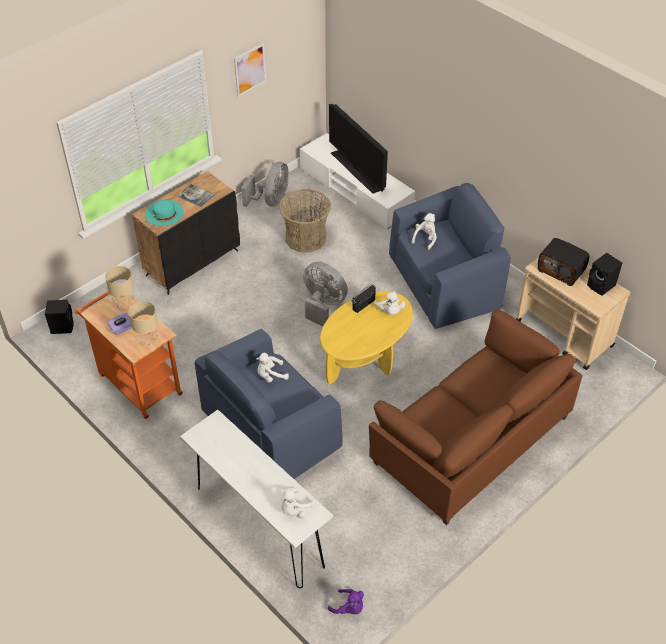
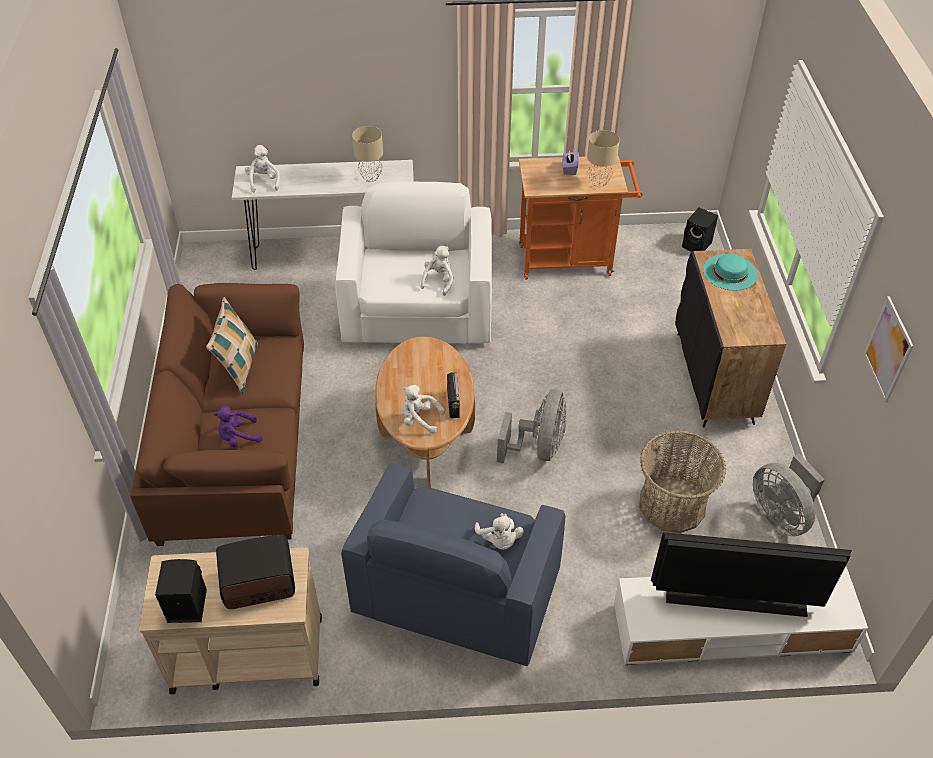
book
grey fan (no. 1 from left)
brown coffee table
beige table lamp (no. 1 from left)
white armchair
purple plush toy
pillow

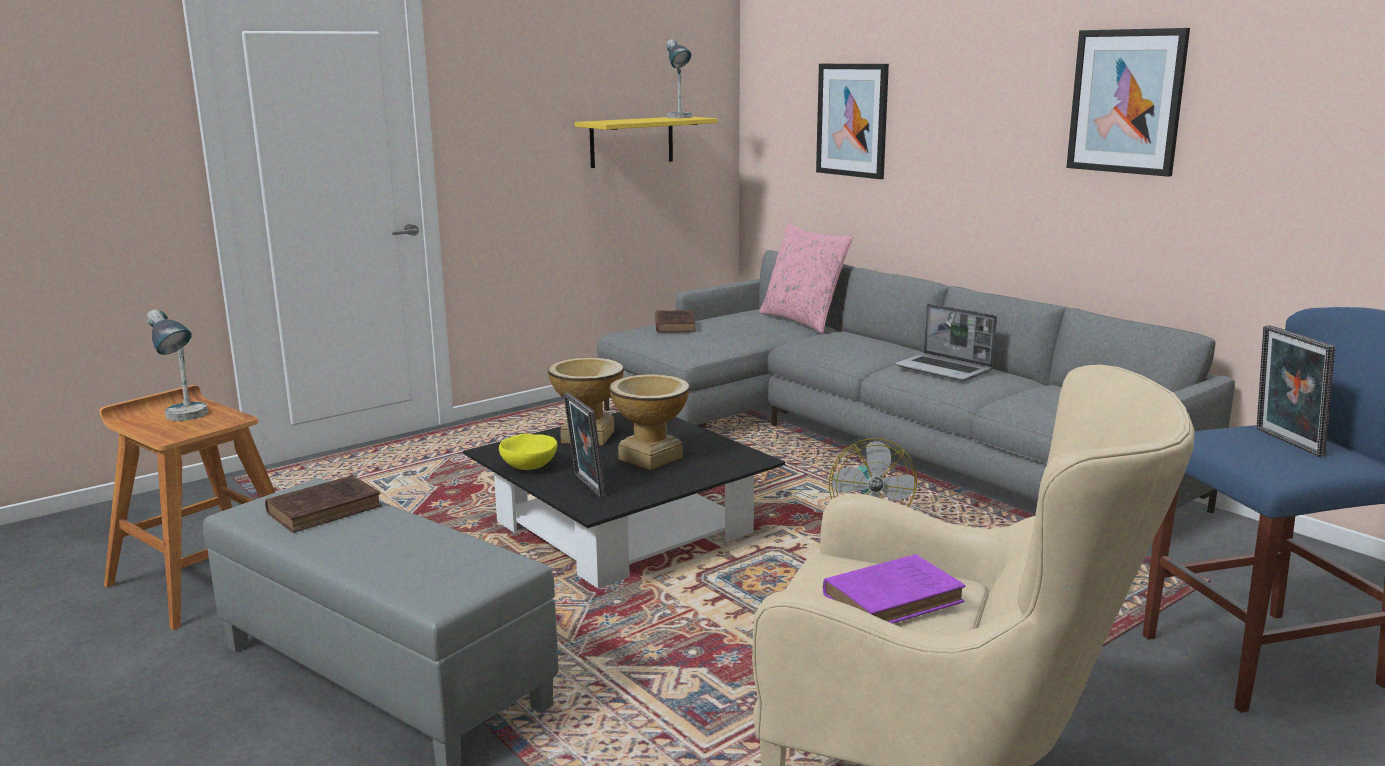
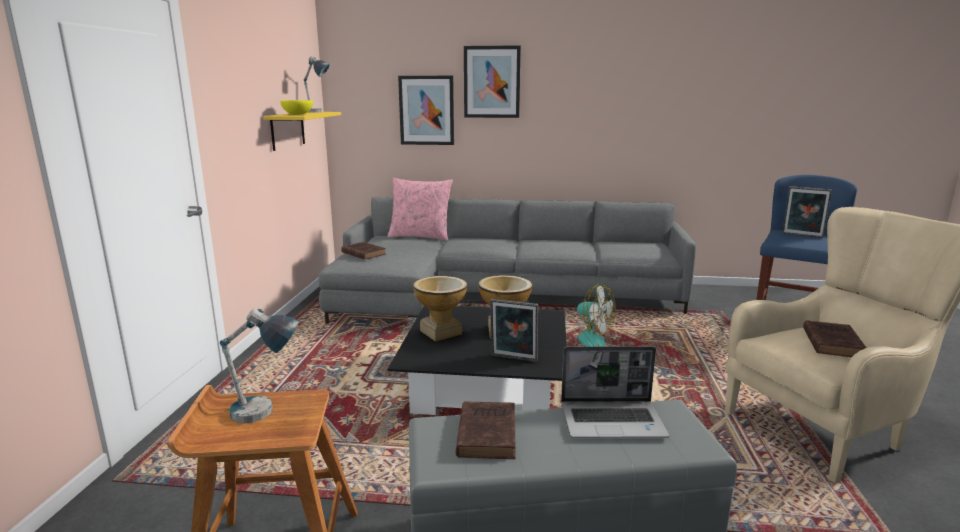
picture (no. 2 from left)
laptop
yellow bowl
brown book (no. 3 from left)

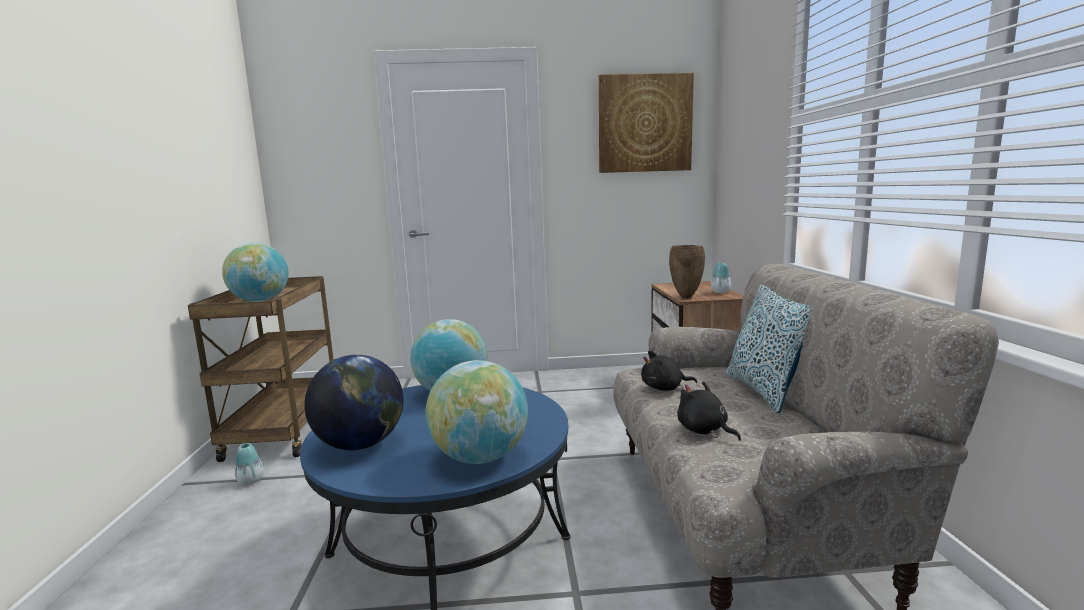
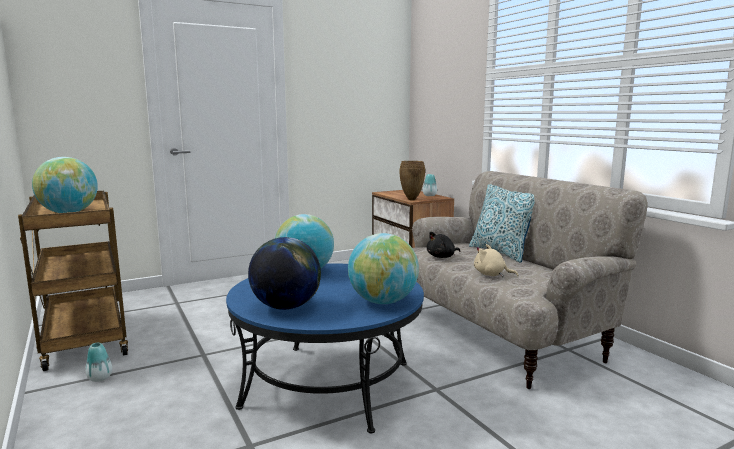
picture
beige plush toy

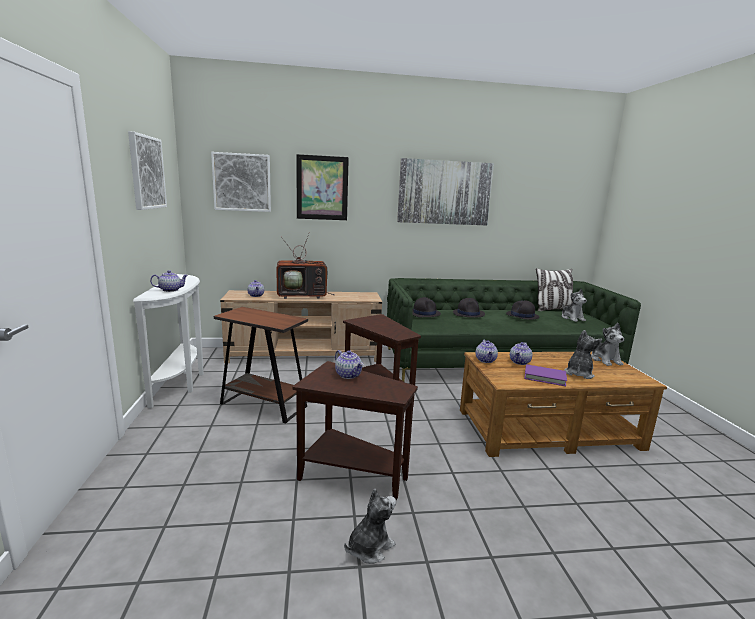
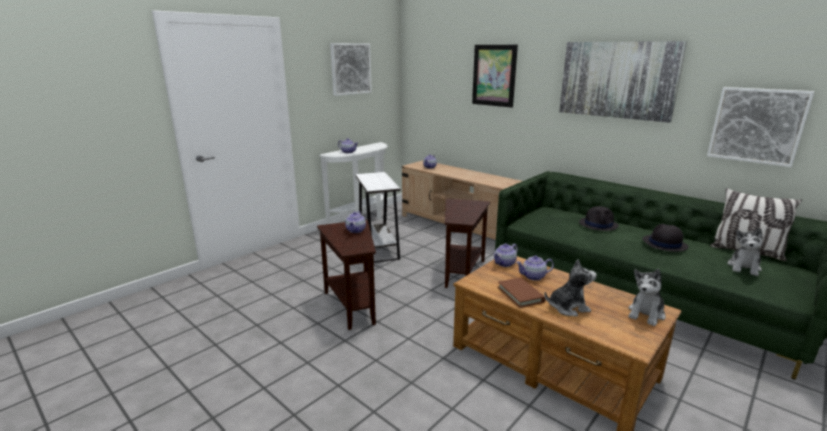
picture (no. 4 from left)
television
black hat (no. 1 from left in the first image)
white side table
brown book
plush toy (no. 1 from left in the first image)

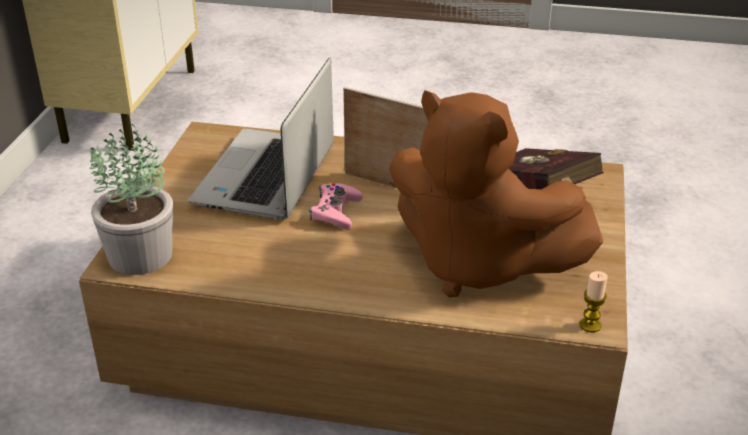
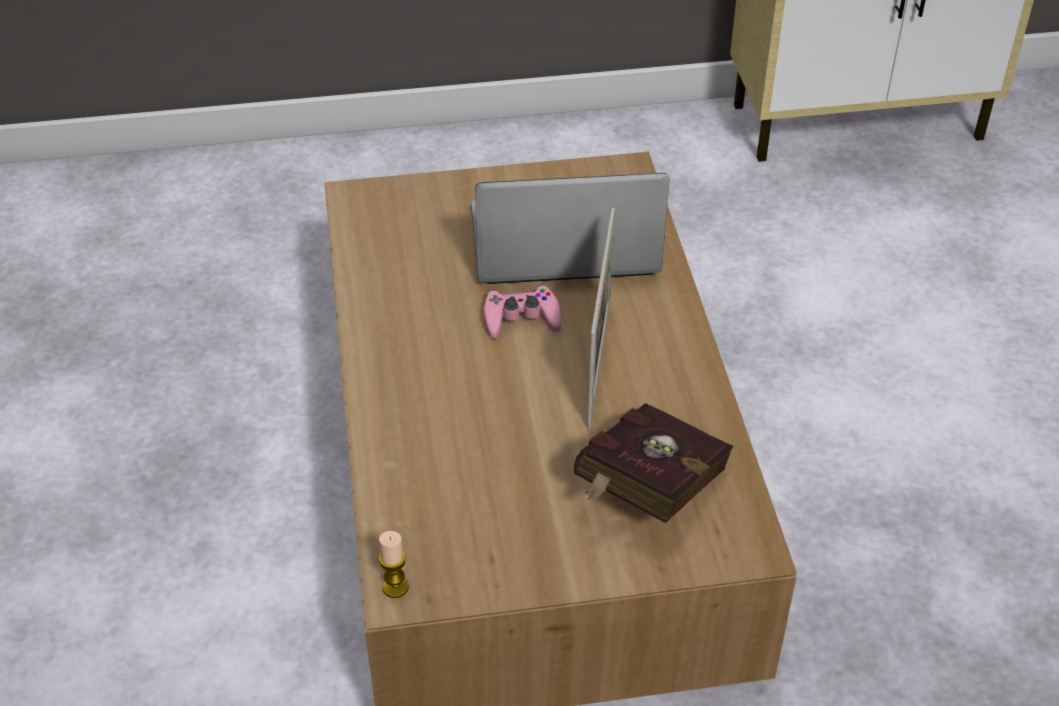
brown plush toy
potted plant

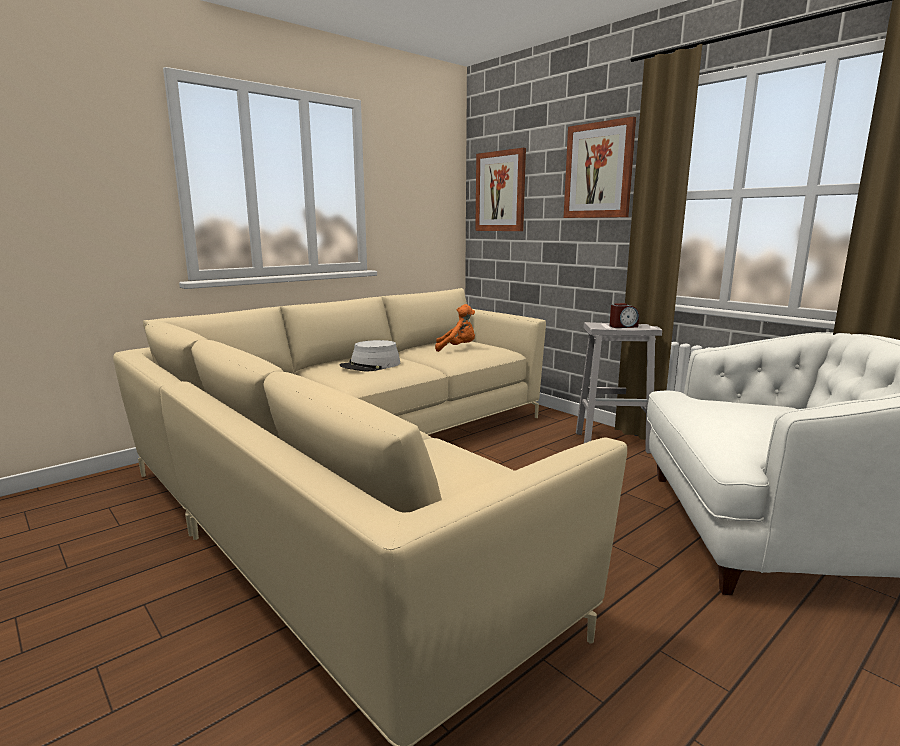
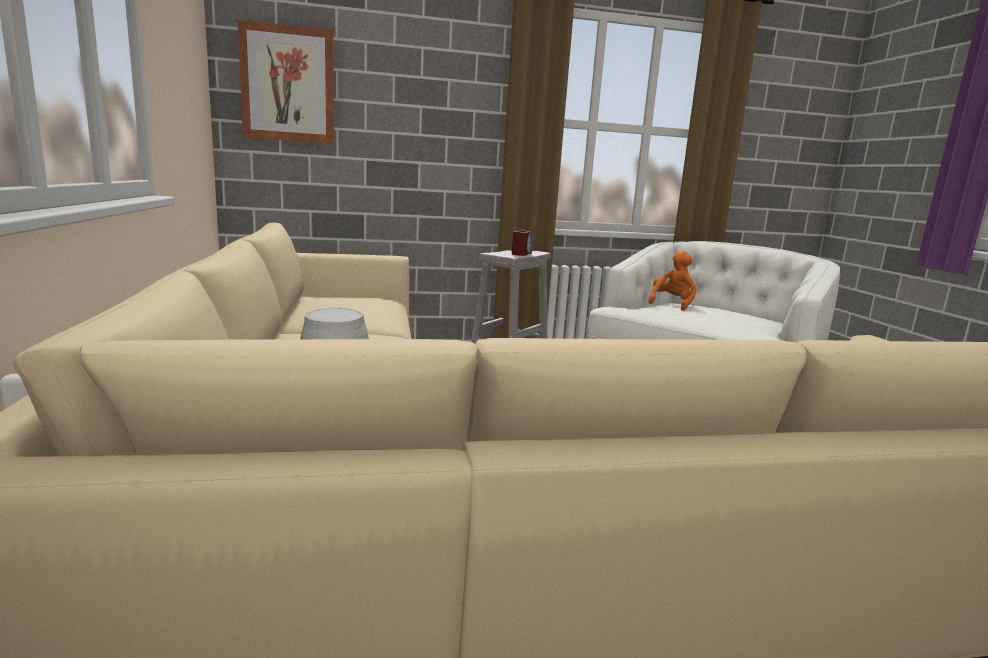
picture (no. 2 from left in the first image)
orange plush toy

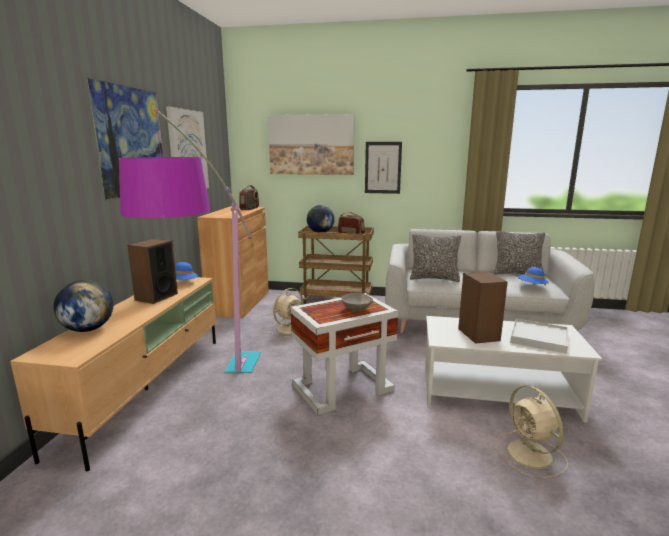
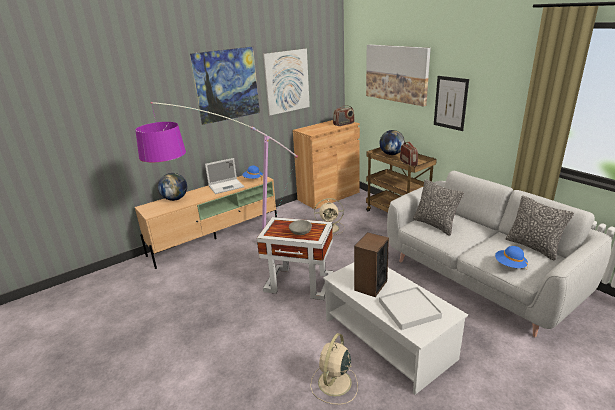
laptop

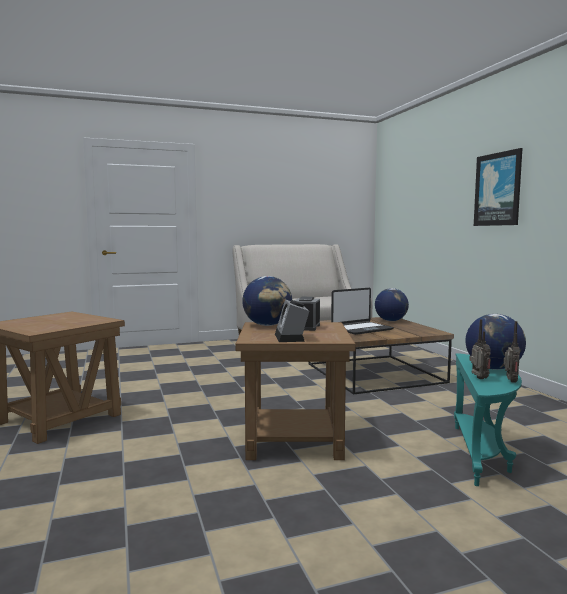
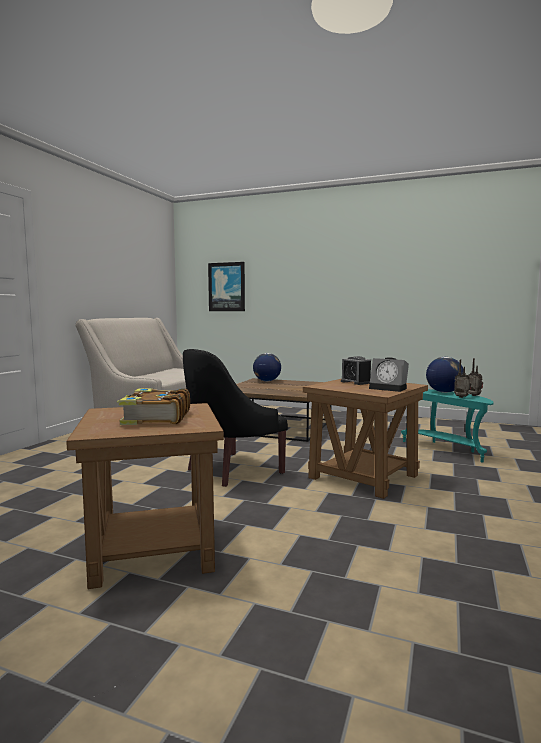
picture
globe (no. 1 from left in the first image)
laptop
black armchair
book

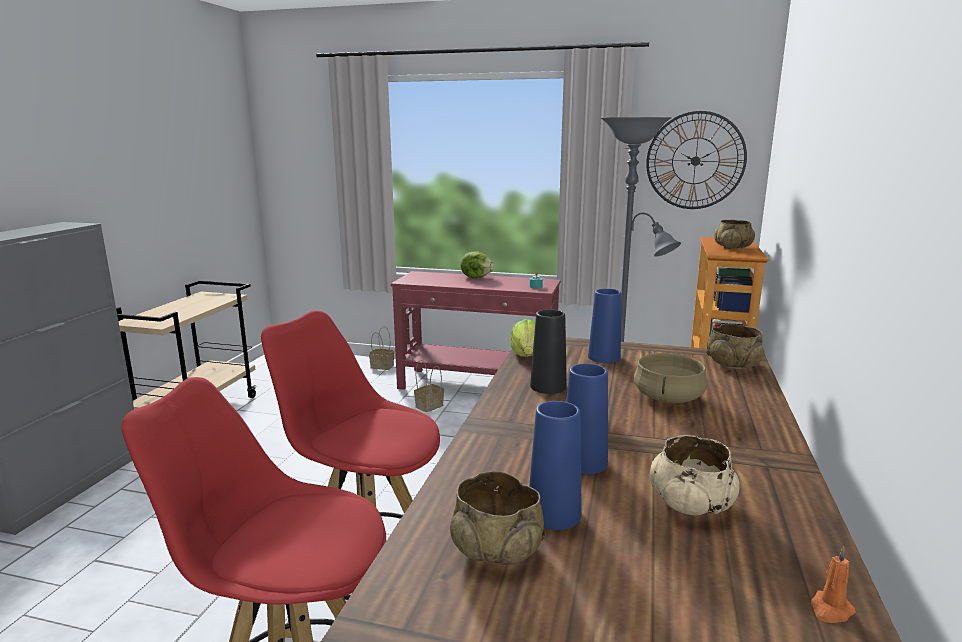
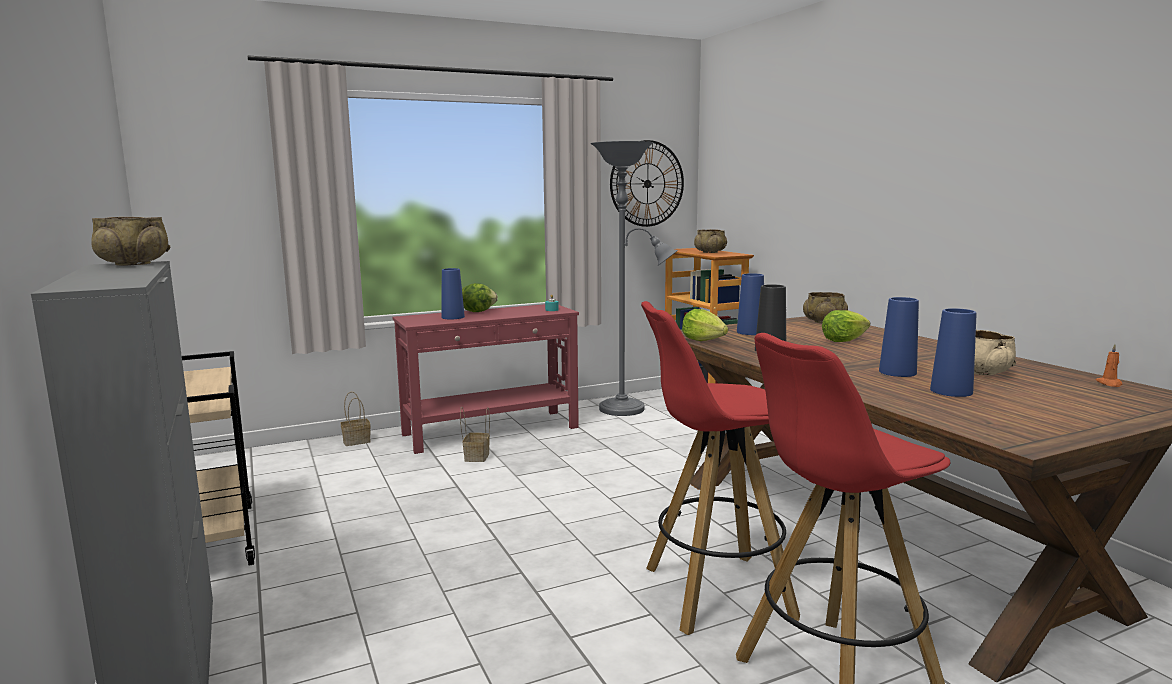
lettuce (no. 3 from left)
beige bowl (no. 1 from left)
blue vase (no. 1 from left)

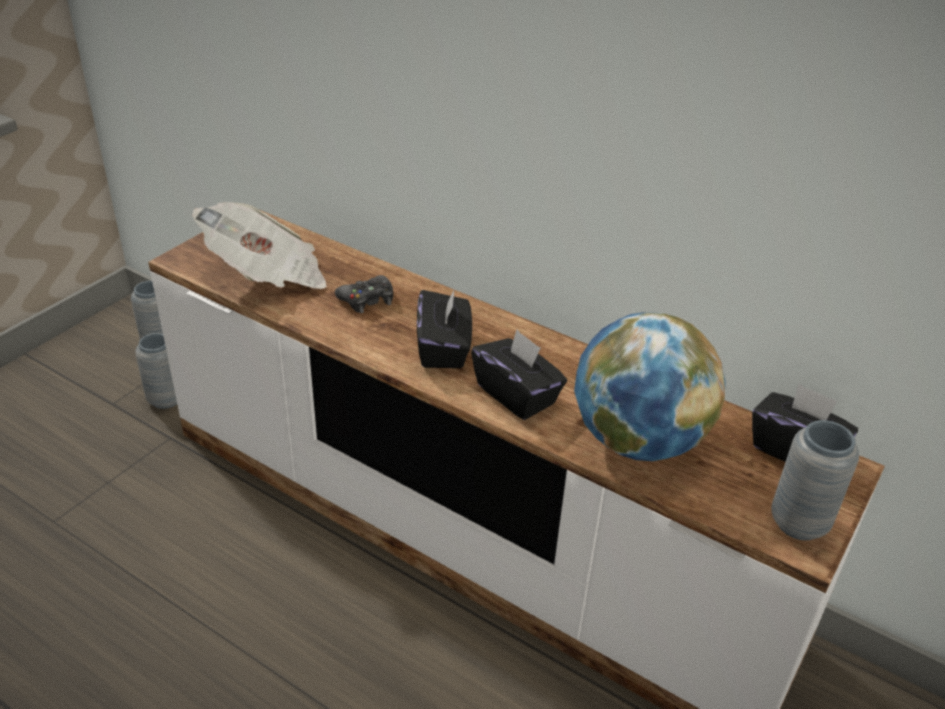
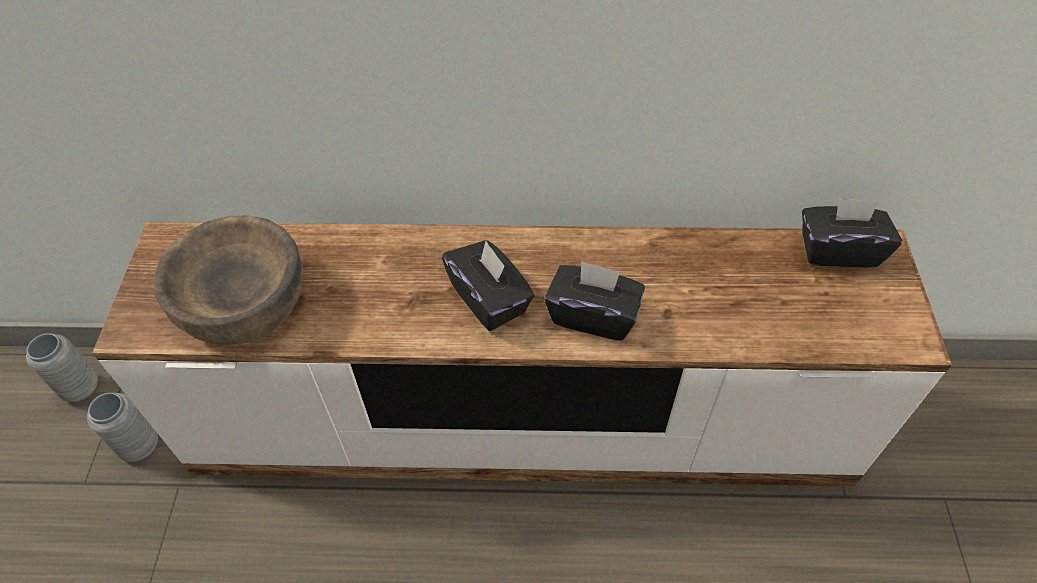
brown bowl
black game controller
globe
grey vase (no. 3 from left in the first image)

